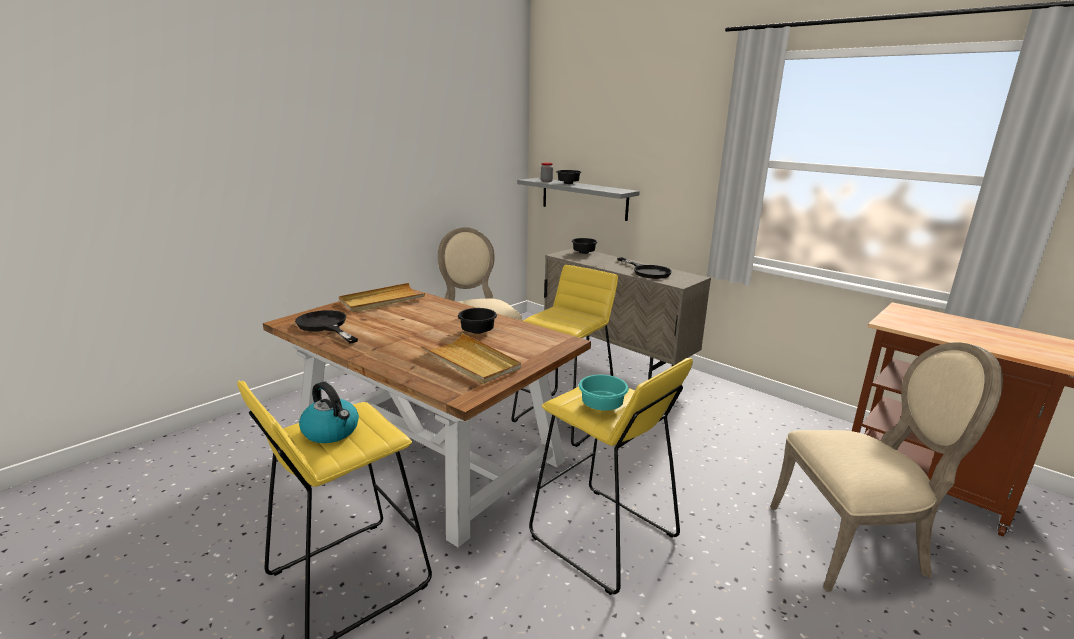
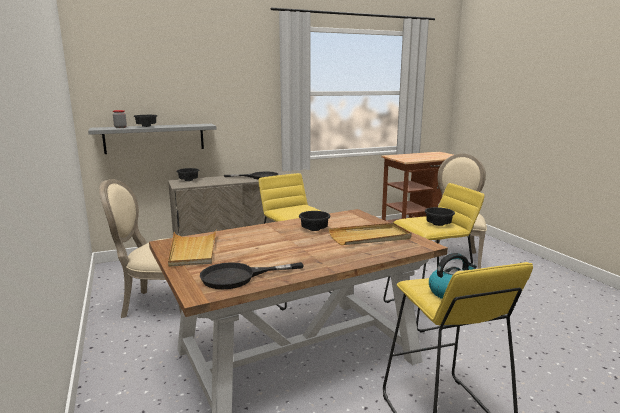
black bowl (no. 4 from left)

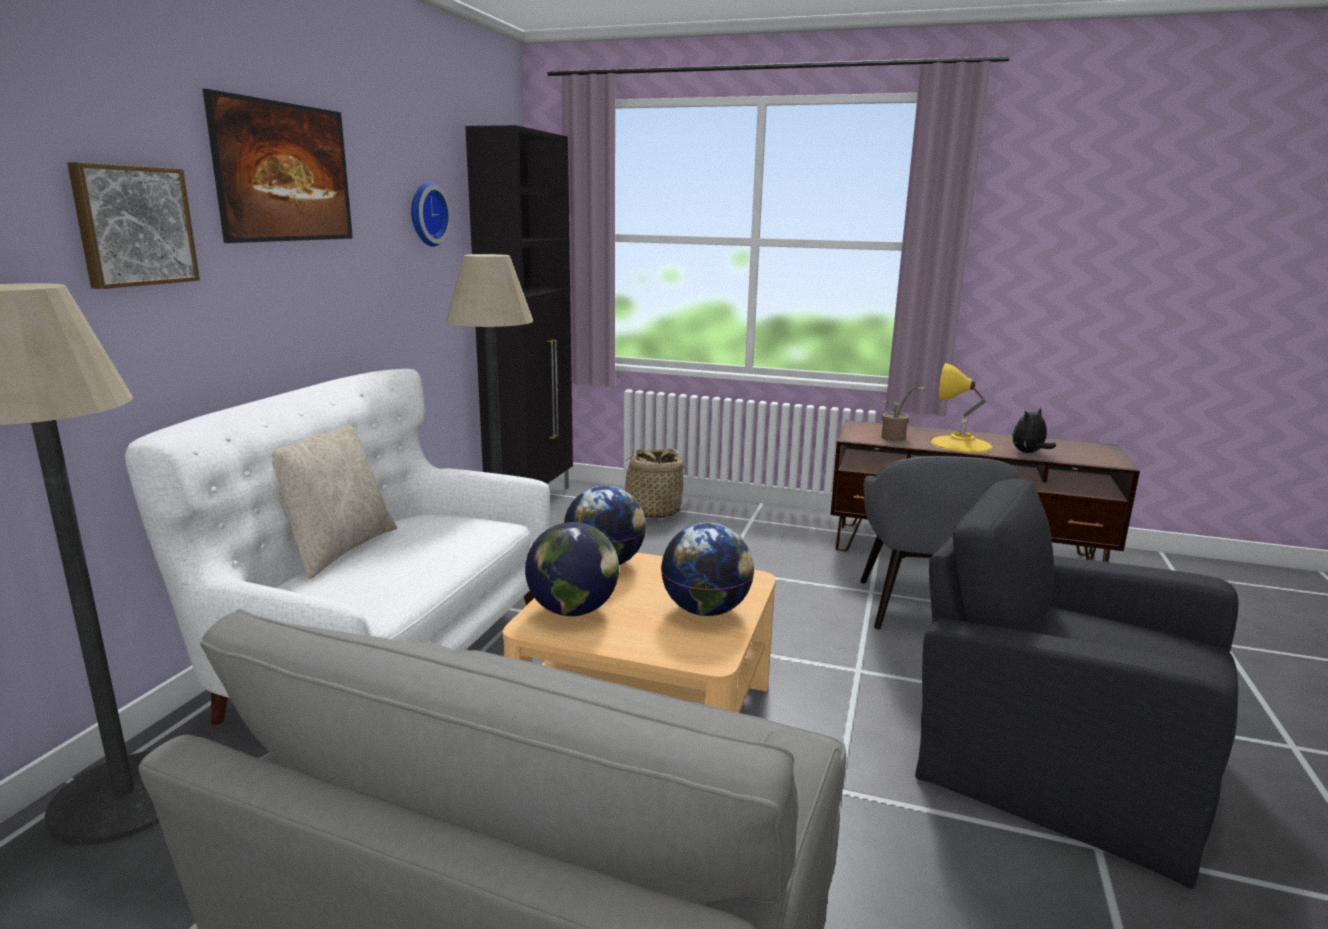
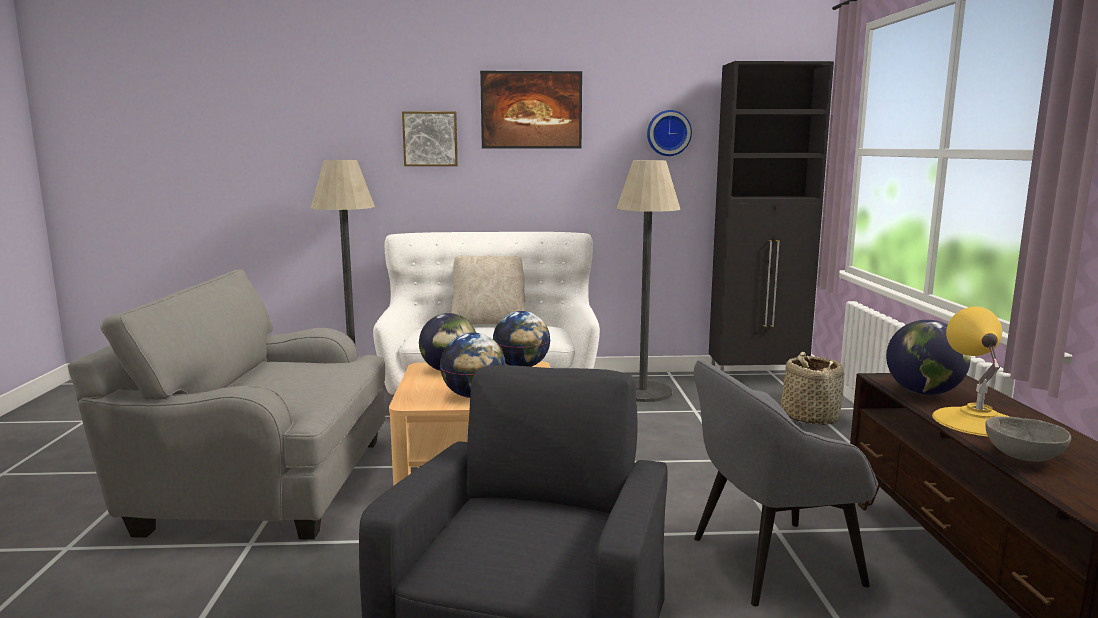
globe (no. 4 from left)
grey bowl

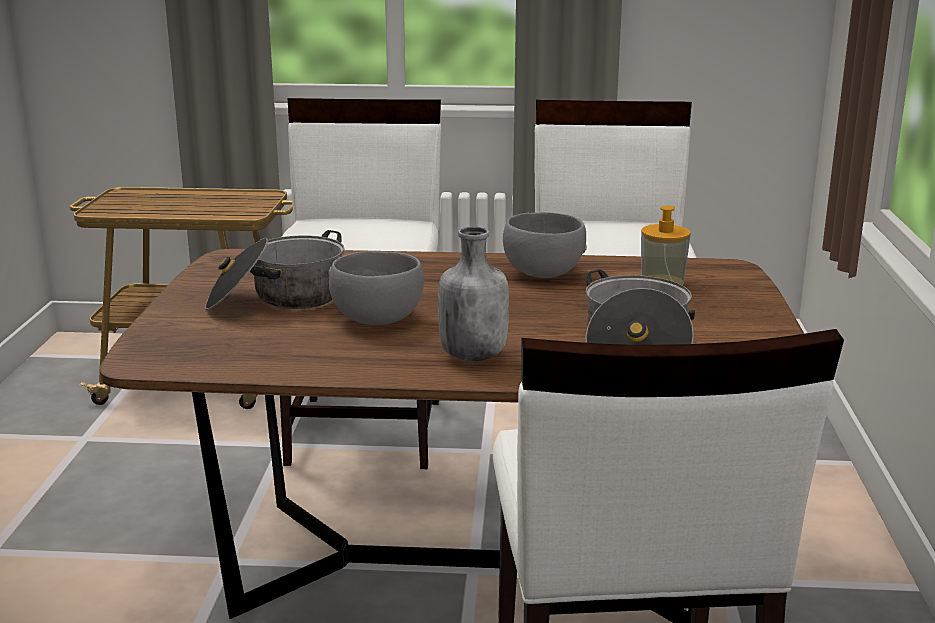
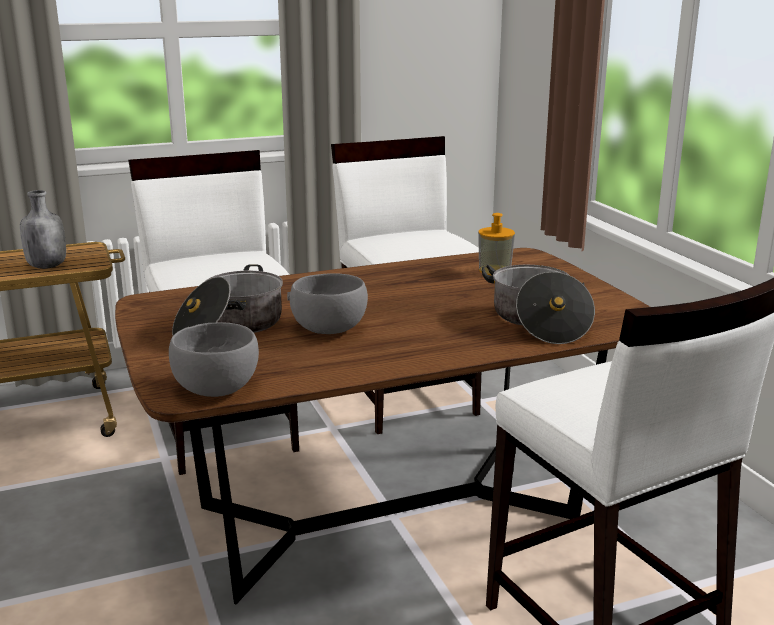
grey bowl (no. 1 from left)
grey bottle

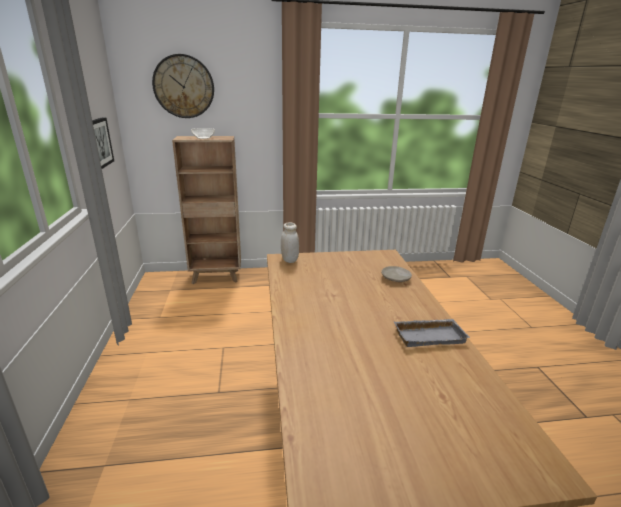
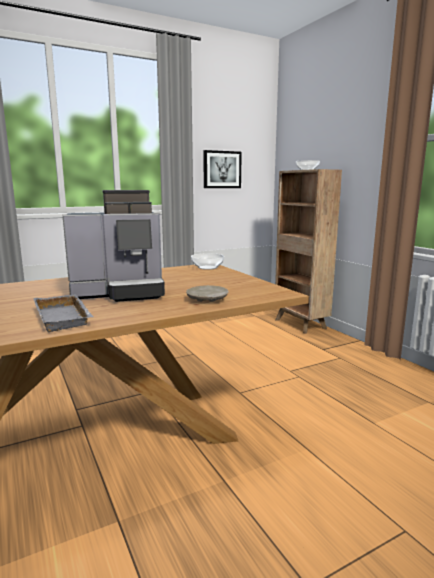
wall clock
bowl (no. 1 from left)
coffee machine

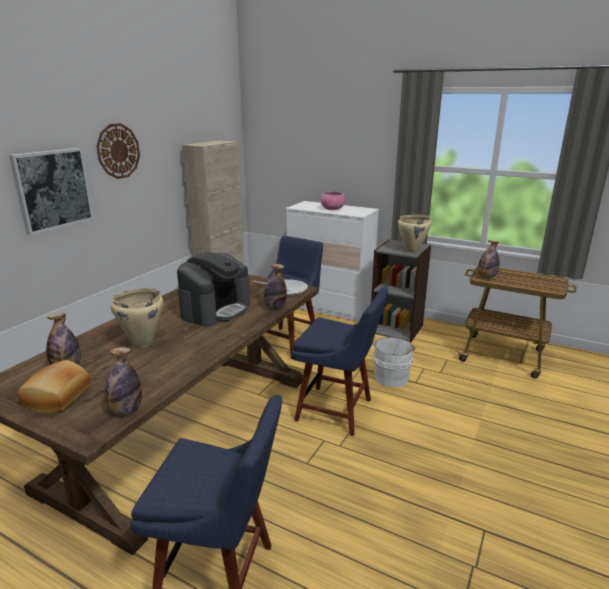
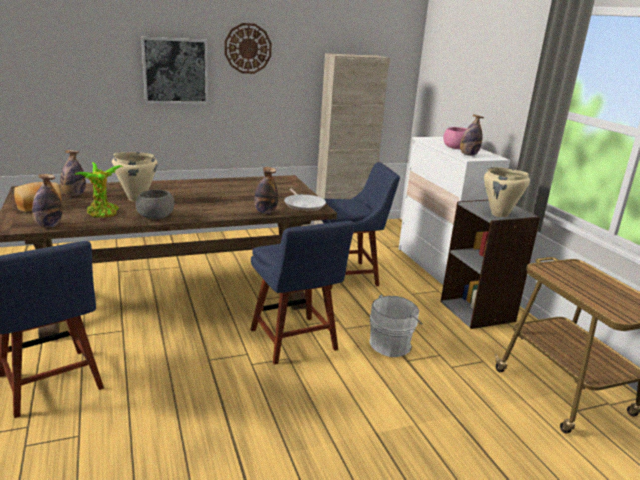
bottle (no. 4 from left)
coffee machine
potted plant
grey bowl

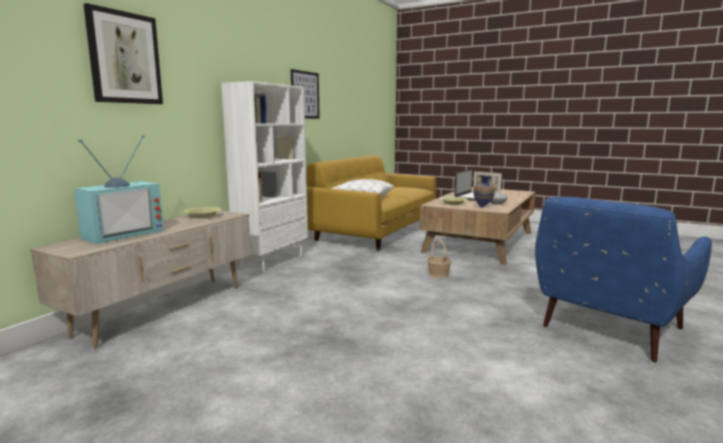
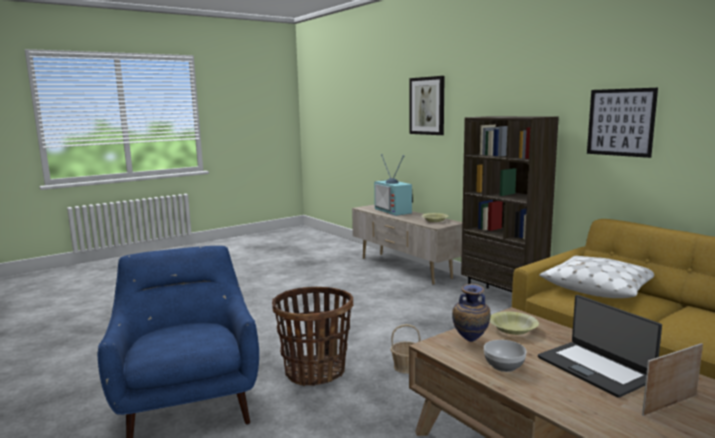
brown bookcase
basket (no. 1 from left)

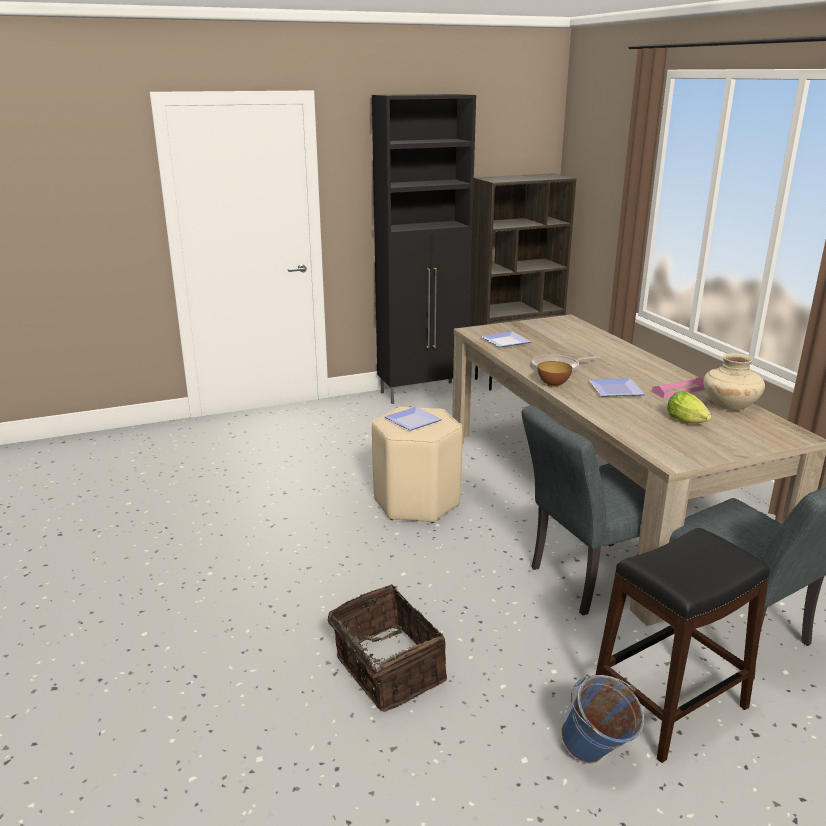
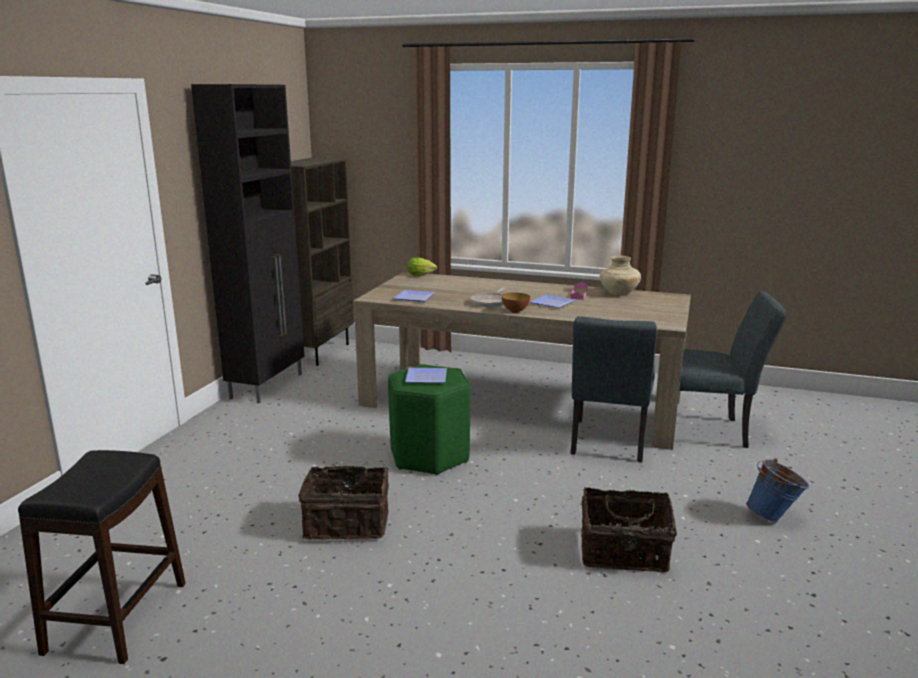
lettuce
green stool
black stool
basket (no. 1 from left)

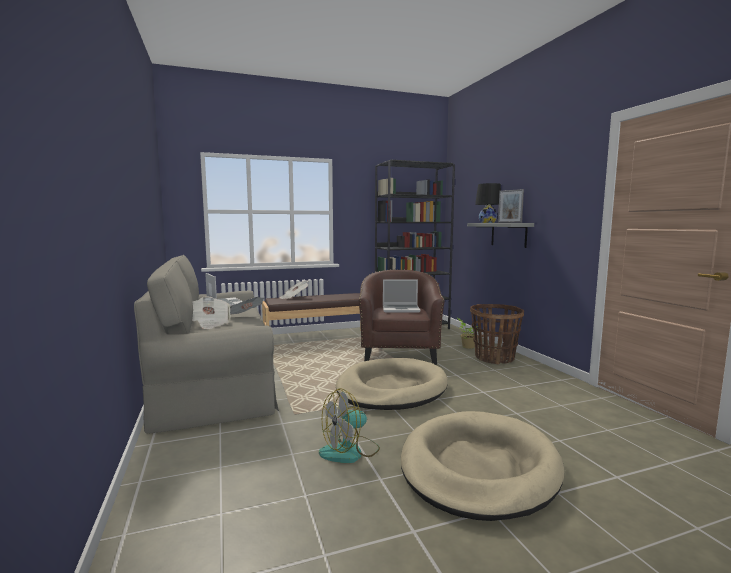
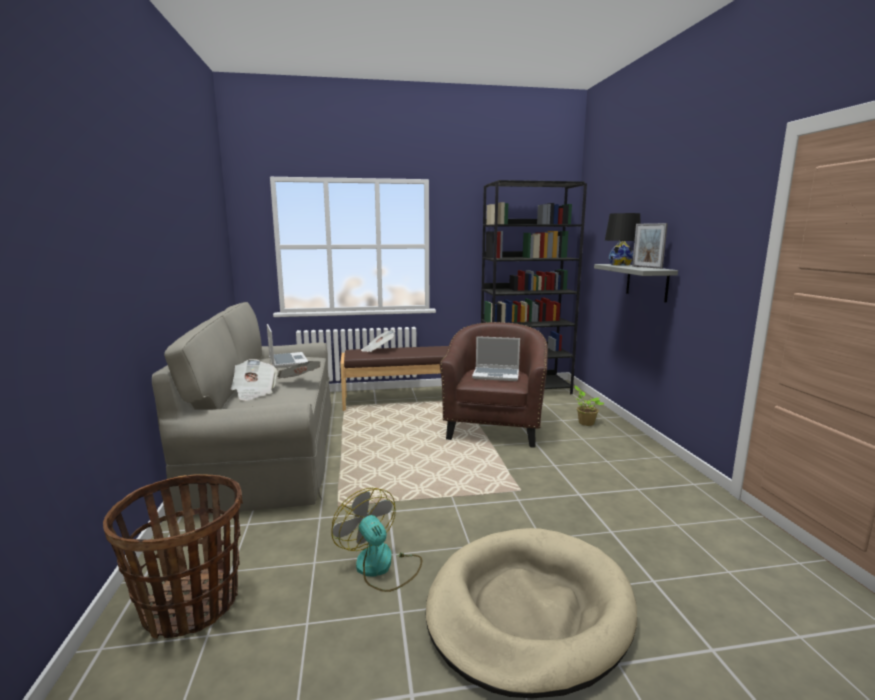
basket
beige dog bed (no. 1 from left in the first image)
fan

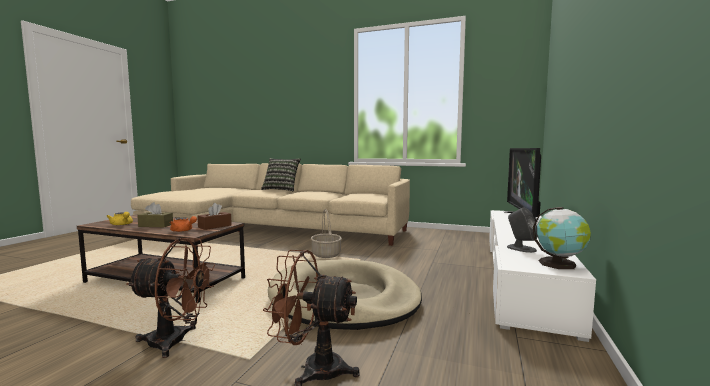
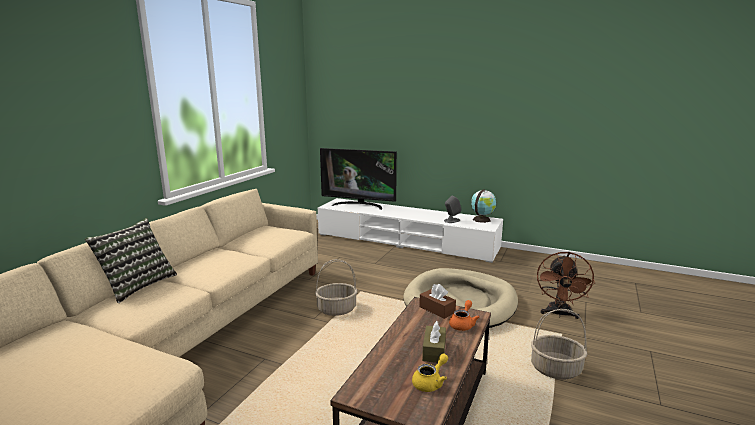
basket (no. 2 from left)

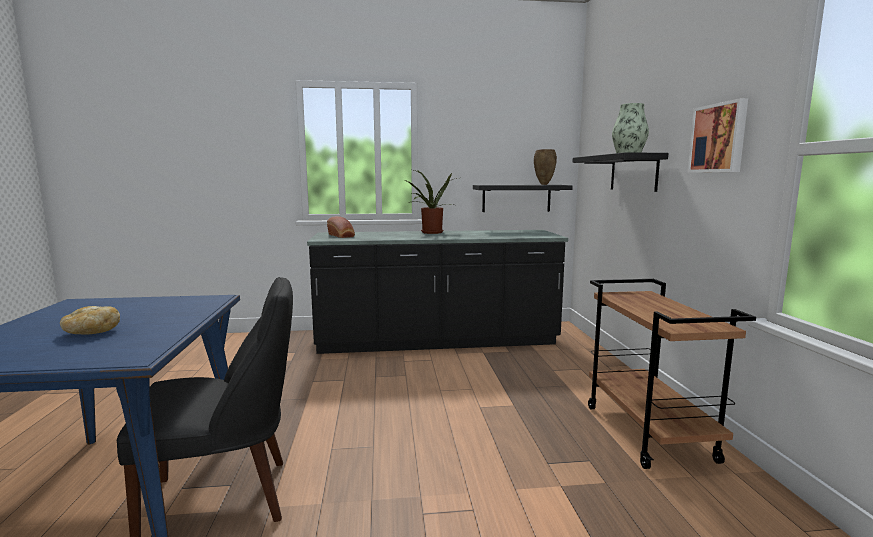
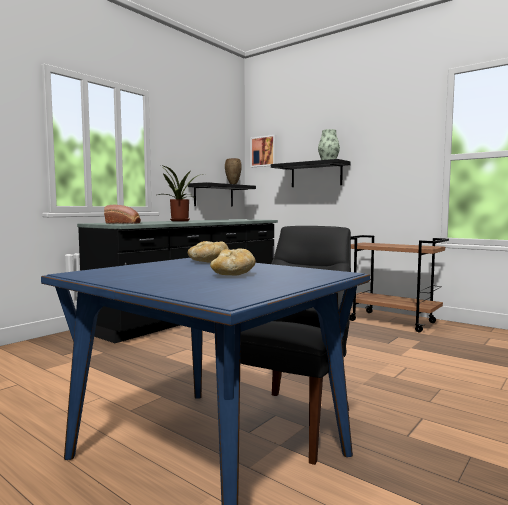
picture
bread (no. 2 from left)

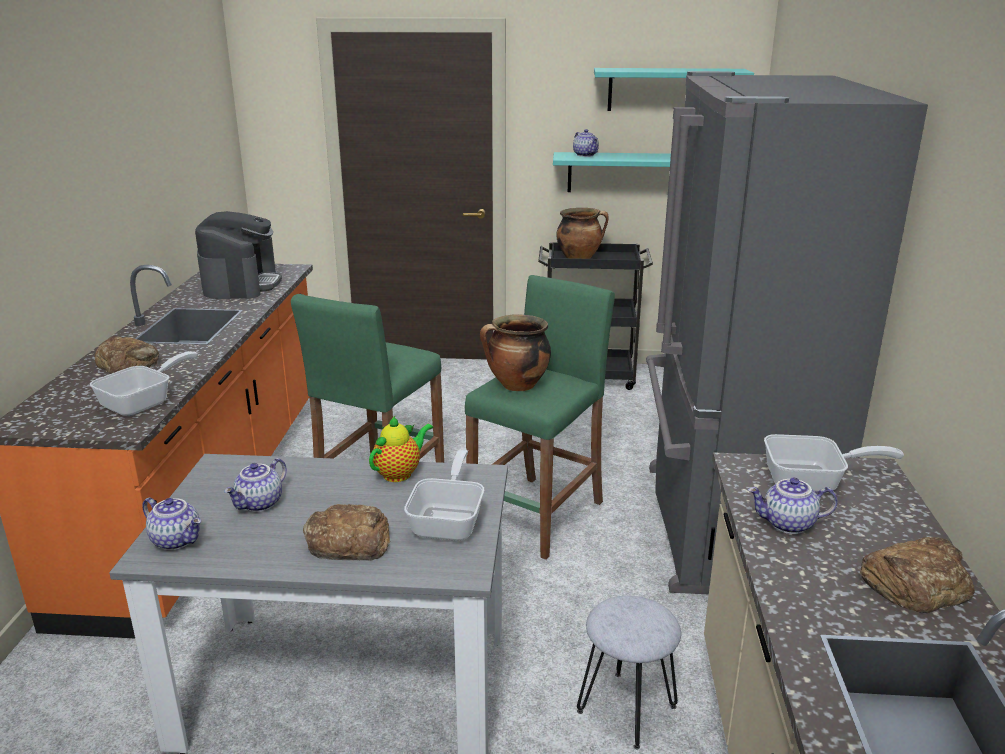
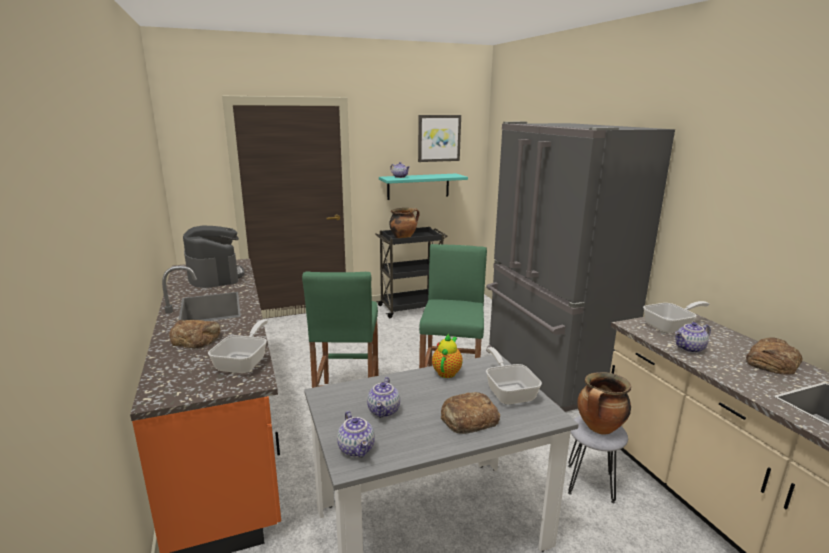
picture
cooking pot (no. 2 from left)
teapot (no. 1 from left)

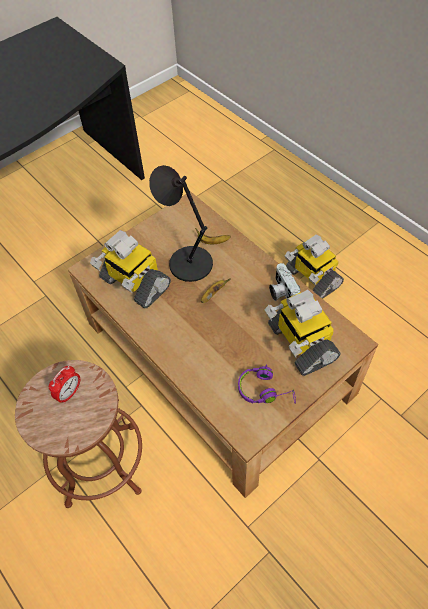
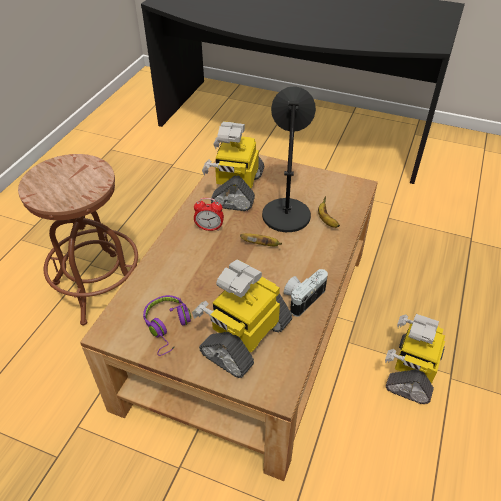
alarm clock

